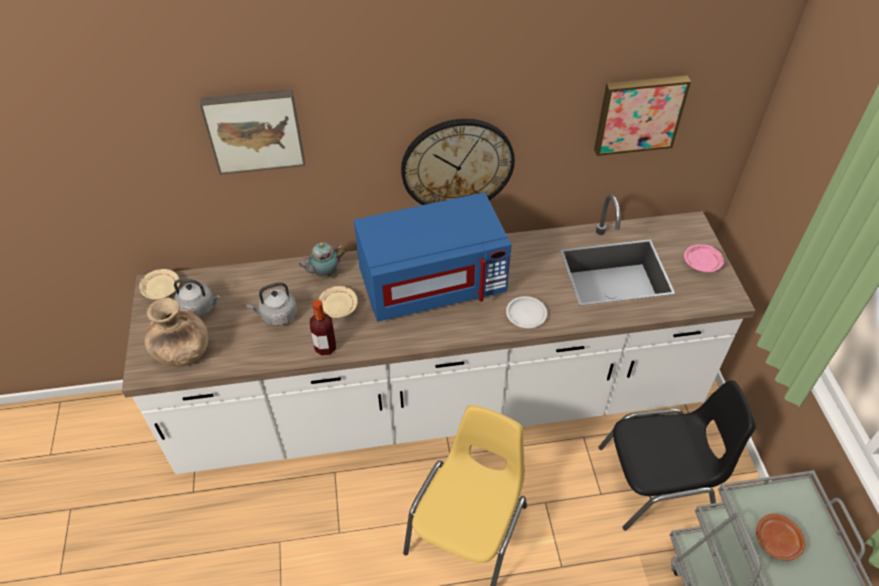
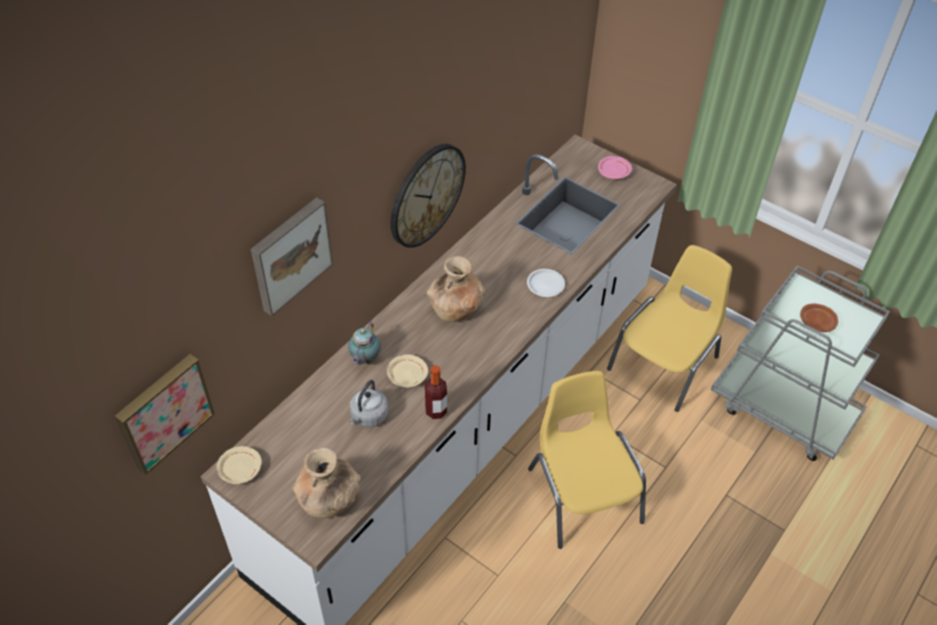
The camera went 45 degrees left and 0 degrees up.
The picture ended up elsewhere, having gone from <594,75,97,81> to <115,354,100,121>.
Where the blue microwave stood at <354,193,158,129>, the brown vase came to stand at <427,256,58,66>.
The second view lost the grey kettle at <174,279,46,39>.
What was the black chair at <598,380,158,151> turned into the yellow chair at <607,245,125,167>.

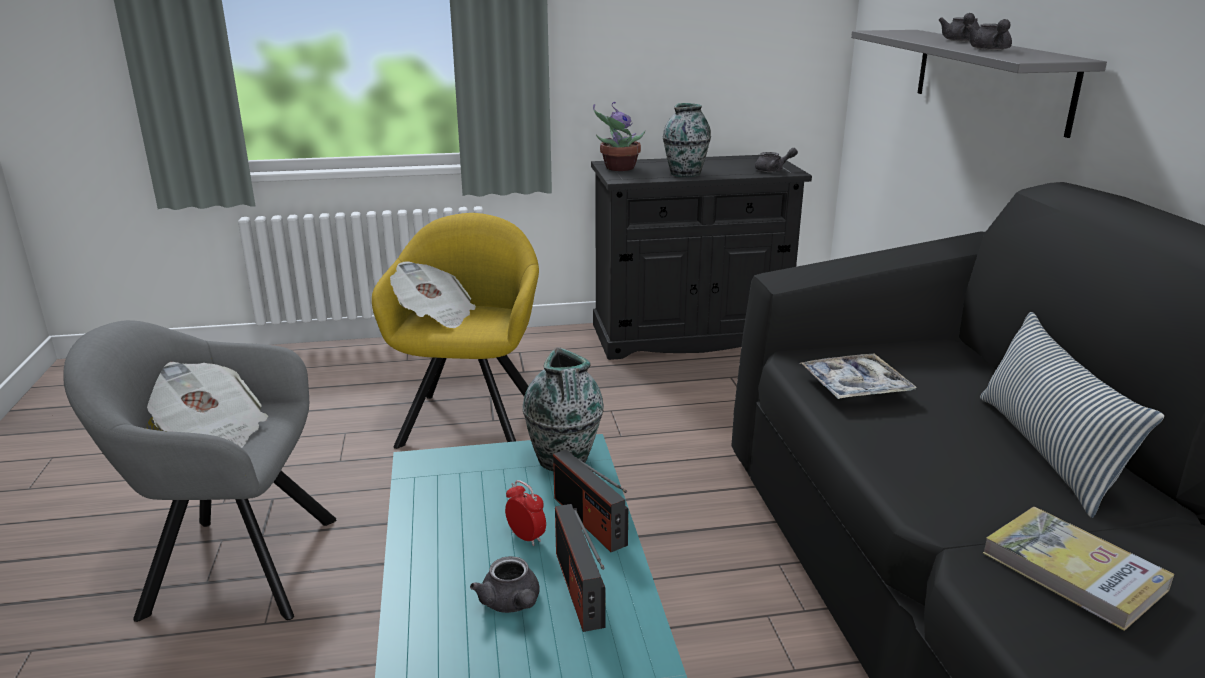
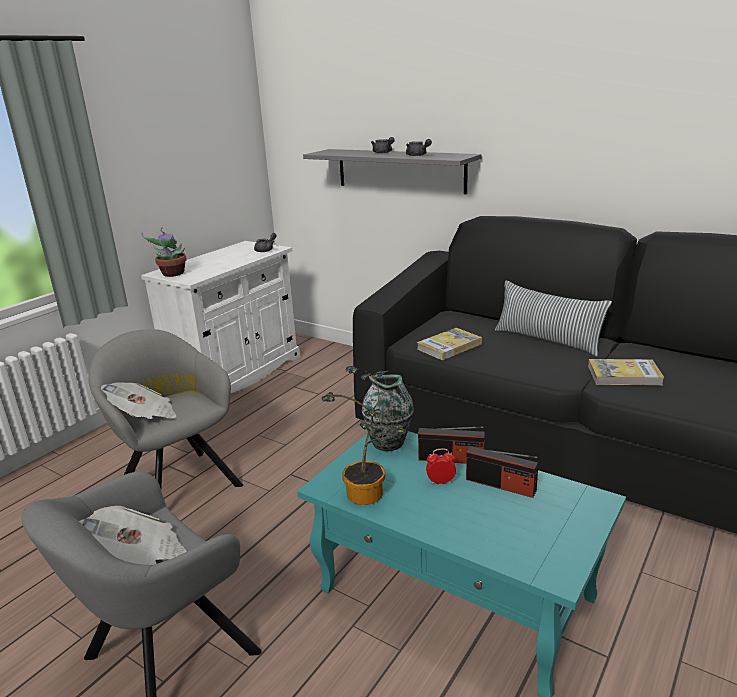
The camera went 45 degrees left and 0 degrees up.
The second view lost the vase at <663,103,48,74>.
What was the black cabinet at <591,155,221,205> turned into the white cabinet at <141,241,159,152>.
What was the yellow armchair at <372,213,167,236> turned into the grey armchair at <89,329,154,159>.
Where the tray stood at <800,354,117,45>, the book came to stand at <417,328,65,32>.
The second view lost the grey teapot at <470,556,70,57>.
The second view gained the potted plant at <322,366,84,139>.

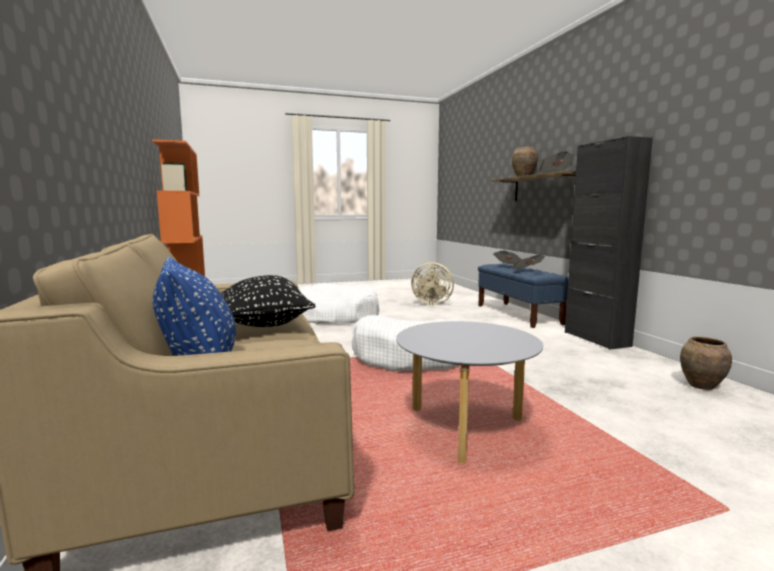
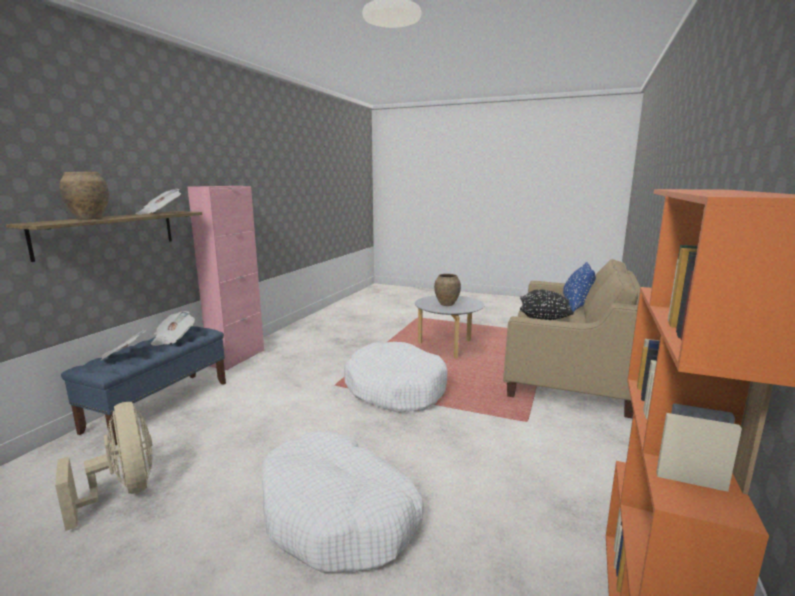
The camera went 140 degrees left and 5 degrees up.
What was the black cabinet at <565,136,88,214> turned into the pink cabinet at <187,186,77,184>.
The brown vase ended up elsewhere, having gone from <680,337,52,53> to <434,274,27,32>.

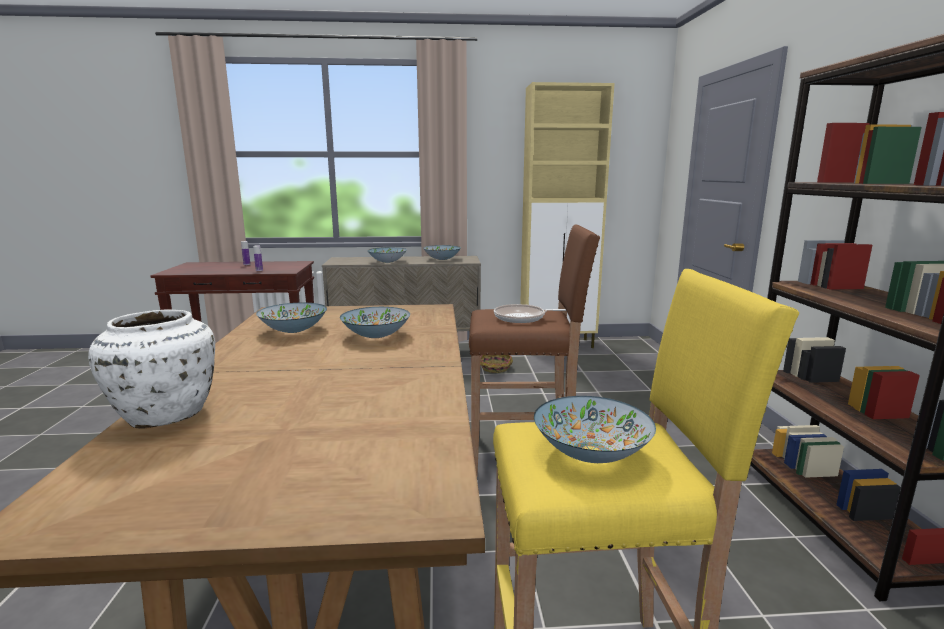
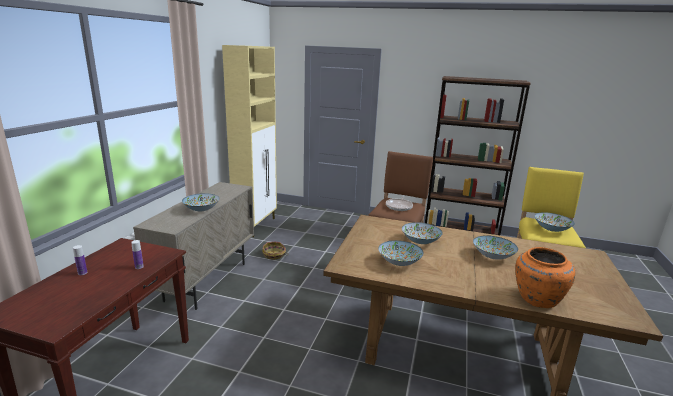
The camera went 70 degrees left and 5 degrees up.
The bowl ended up elsewhere, having gone from <423,245,38,15> to <473,235,45,25>.
What was the white vase at <88,309,127,120> turned into the orange vase at <515,247,60,61>.

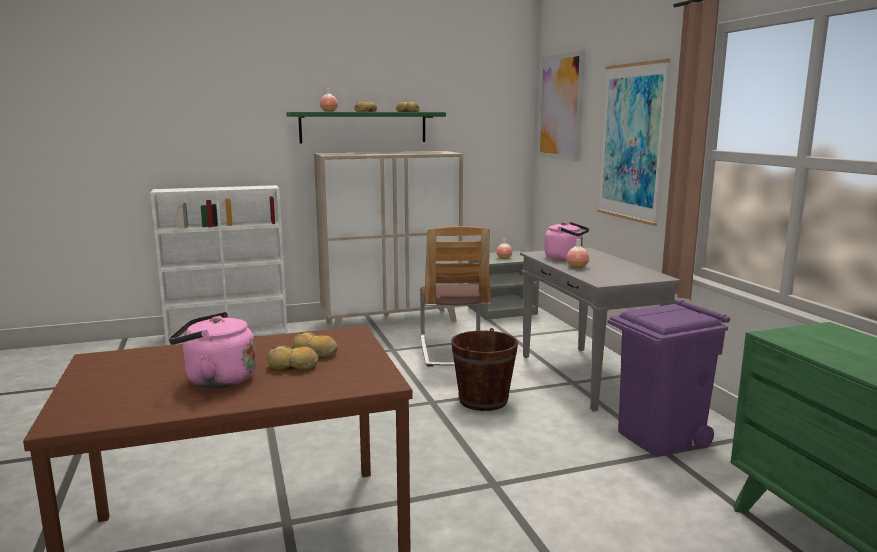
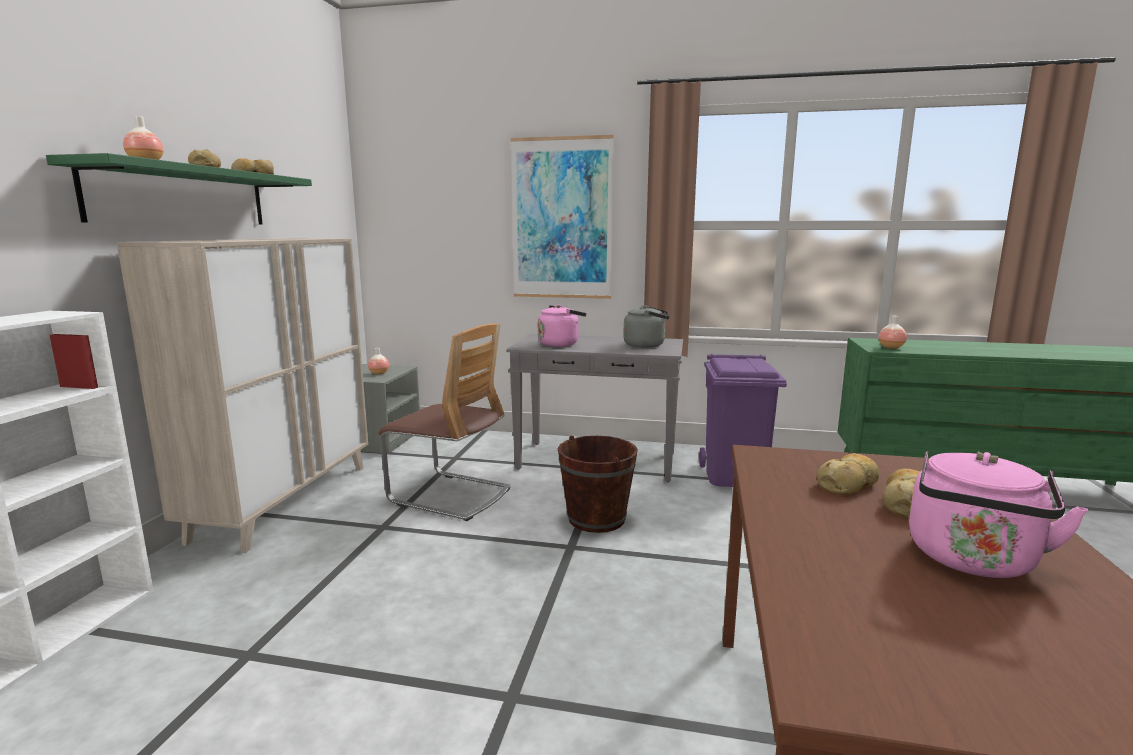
The camera went 60 degrees left and 0 degrees up.
The second view lost the picture at <538,50,47,111>.
The vase ended up elsewhere, having gone from <566,239,23,29> to <879,316,28,33>.
The second view gained the grey kettle at <623,305,46,43>.

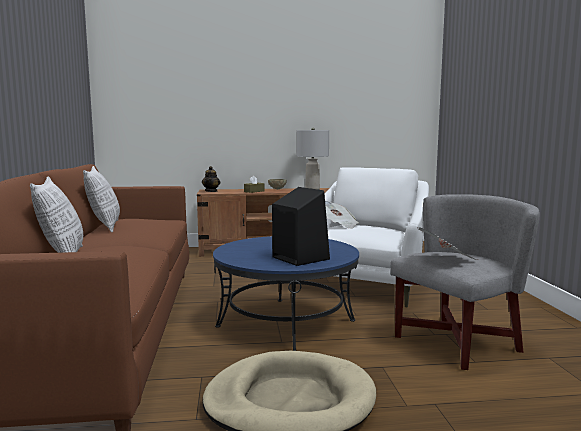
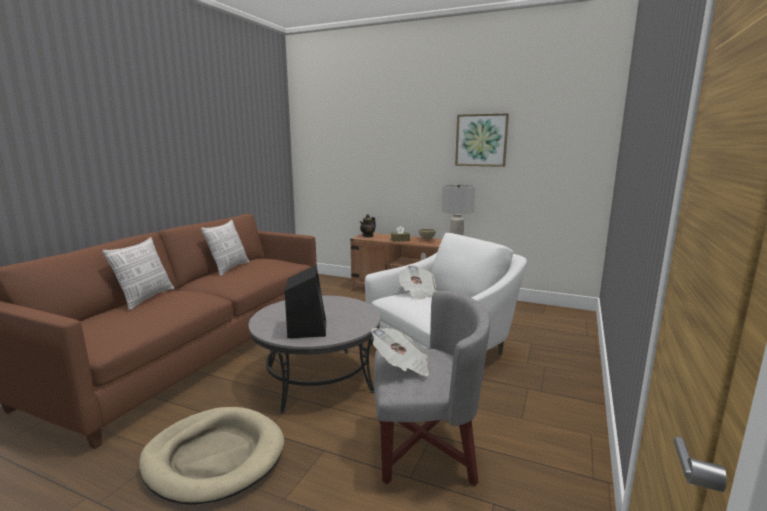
The camera went 30 degrees right and 5 degrees up.
What was the blue coffee table at <213,236,146,115> turned into the grey coffee table at <249,295,132,118>.
The second view gained the picture at <455,113,54,54>.

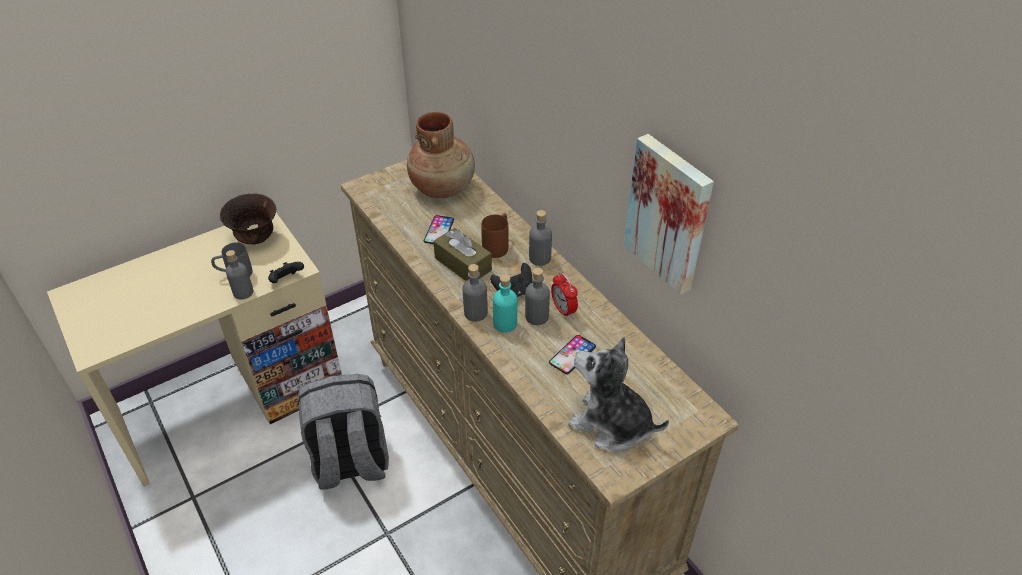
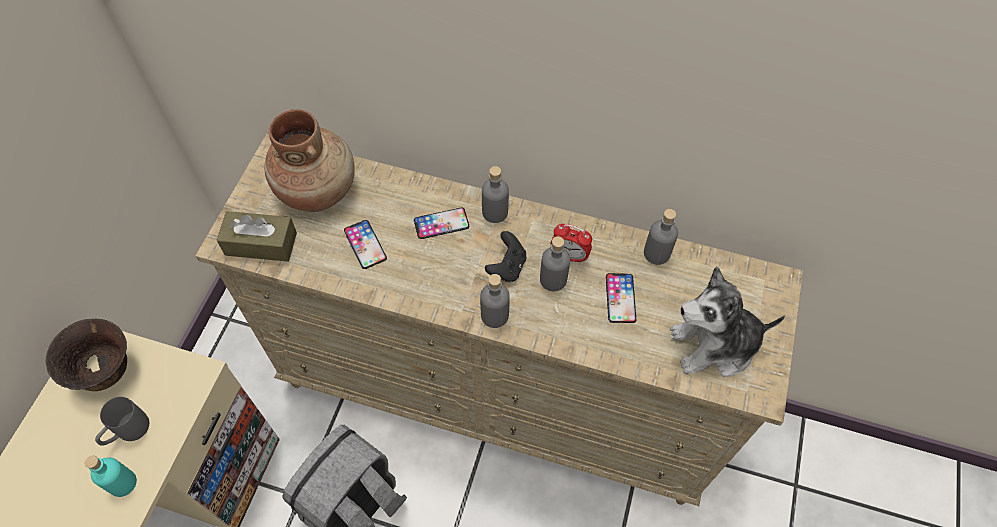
The camera went 40 degrees left and 15 degrees up.
The second view lost the picture at <624,134,90,161>.
Where the brown mug stood at <481,213,28,45>, the phone came to stand at <414,208,55,31>.
The brown tissue box ended up elsewhere, having gone from <433,228,59,53> to <216,211,81,51>.
The grey bottle ended up elsewhere, having gone from <226,250,27,49> to <644,209,34,56>.
The second view lost the black game controller at <268,262,36,21>.
The turquoise bottle ended up elsewhere, having gone from <493,274,24,59> to <85,455,52,42>.

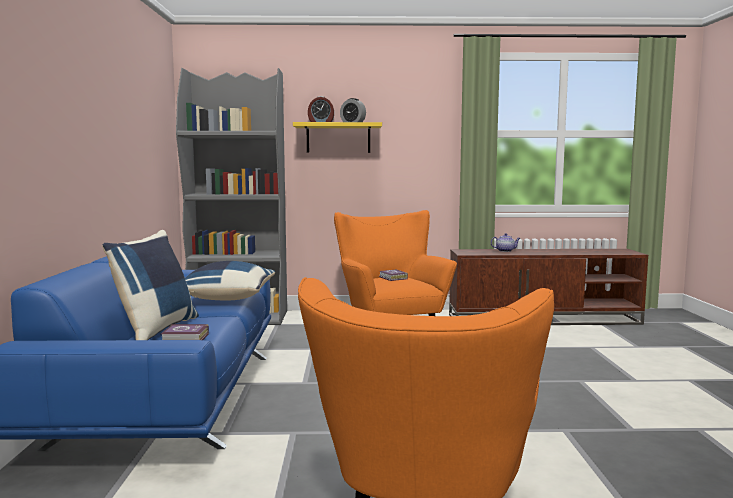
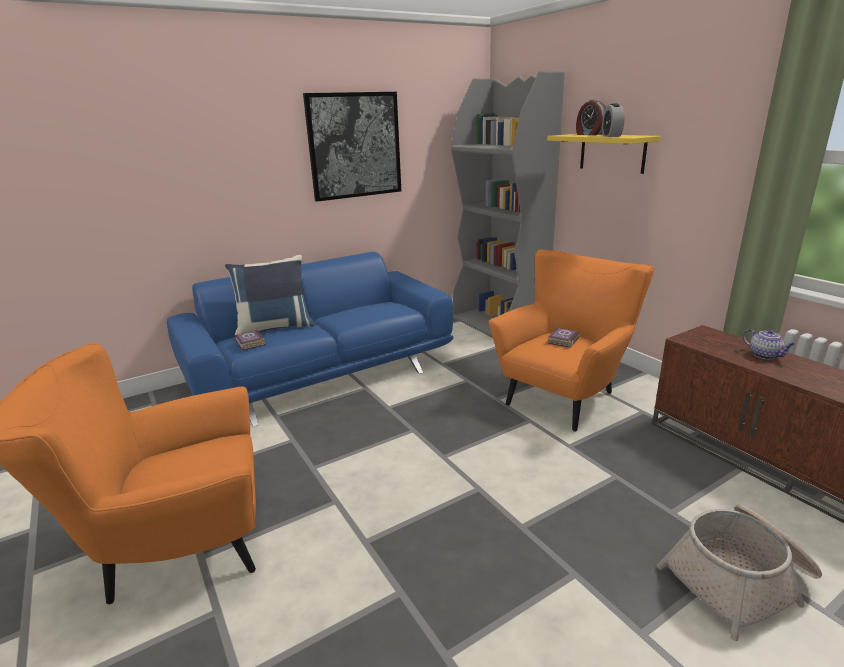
The camera went 60 degrees right and 15 degrees up.
The second view lost the blue pillow at <185,261,90,39>.
The second view gained the picture at <303,92,98,110>.
The second view gained the basket at <657,505,165,136>.

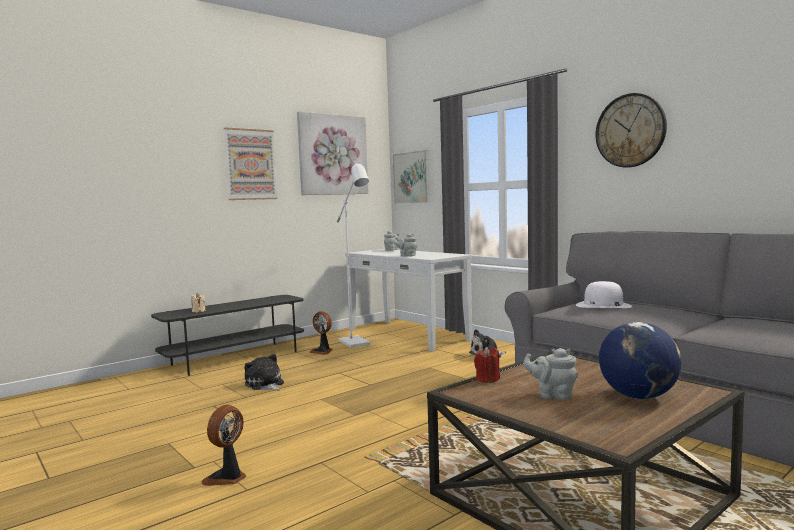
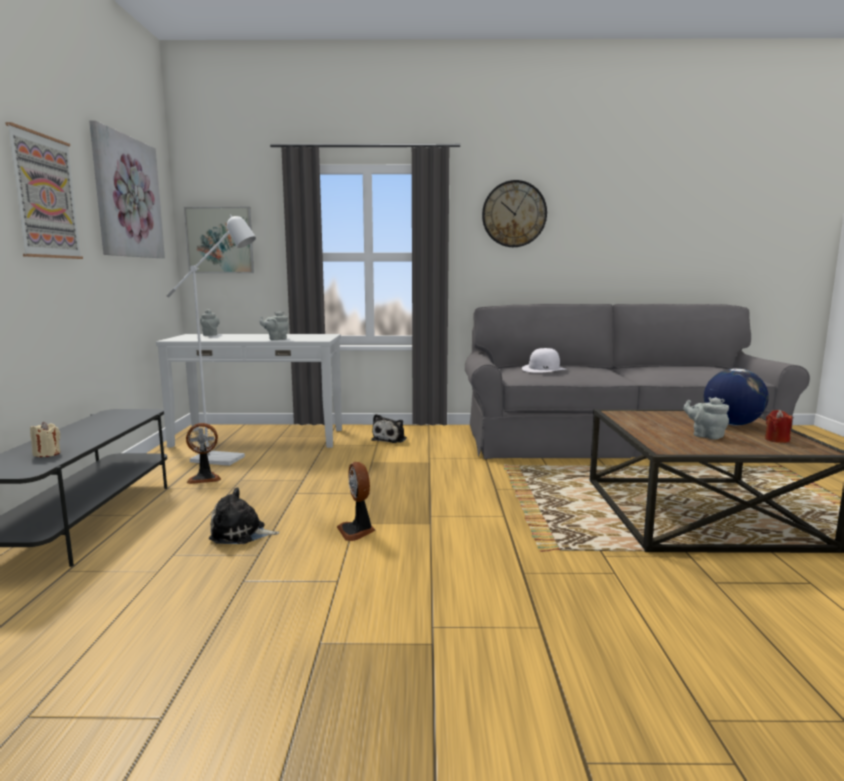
The camera went 50 degrees left and 5 degrees up.
The red candle ended up elsewhere, having gone from <474,347,26,36> to <765,410,27,33>.
The grey teapot at <523,348,55,52> ended up facing another way, 75 degrees clockwise from before.
The fan ended up elsewhere, having gone from <201,405,45,81> to <337,462,38,79>.

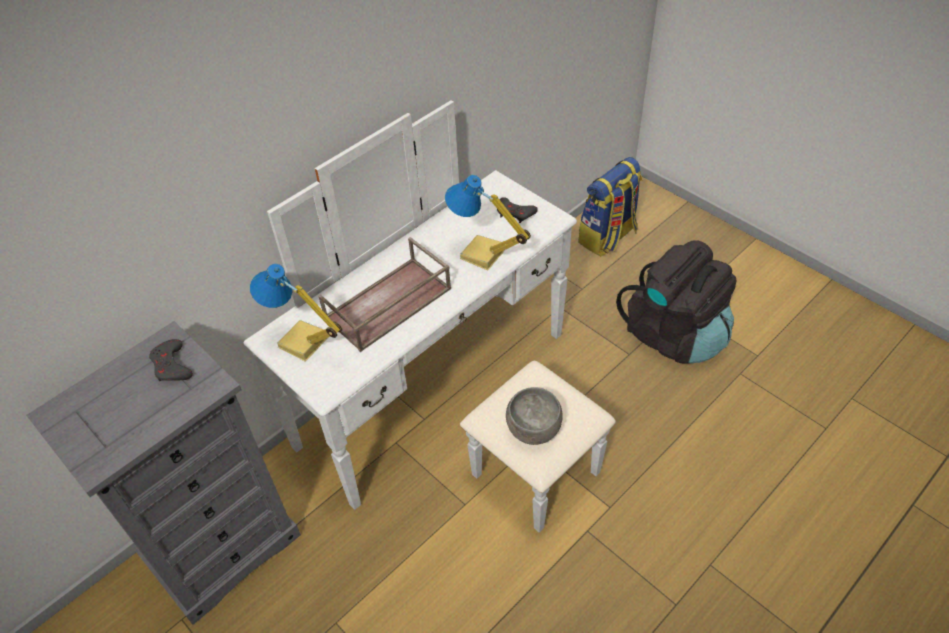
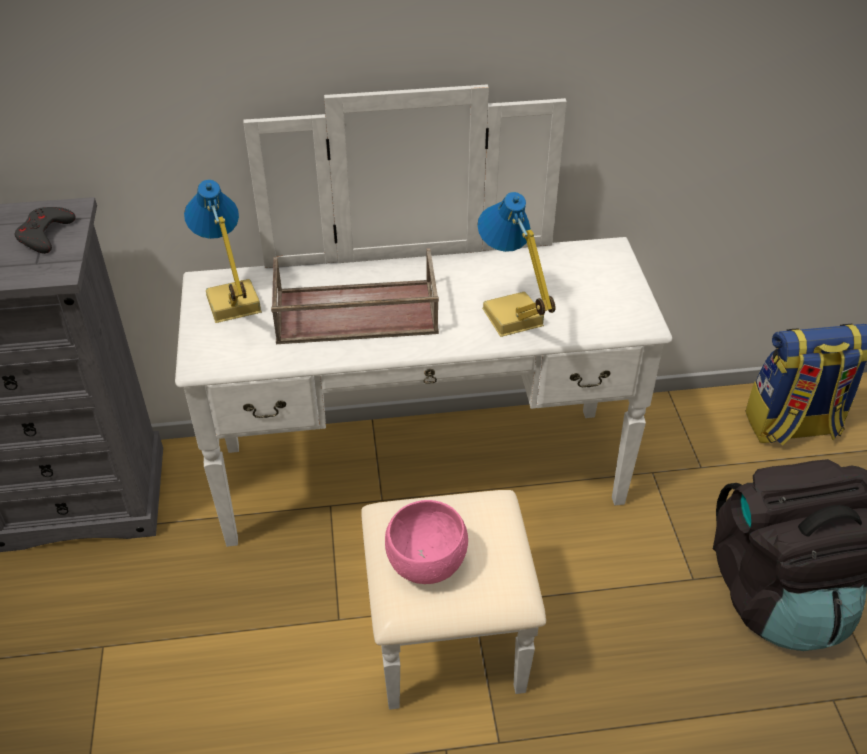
The camera went 35 degrees right and 5 degrees down.
The second view lost the grey game controller at <497,197,41,26>.
What was the grey bowl at <506,387,57,58> turned into the pink bowl at <385,500,83,84>.

